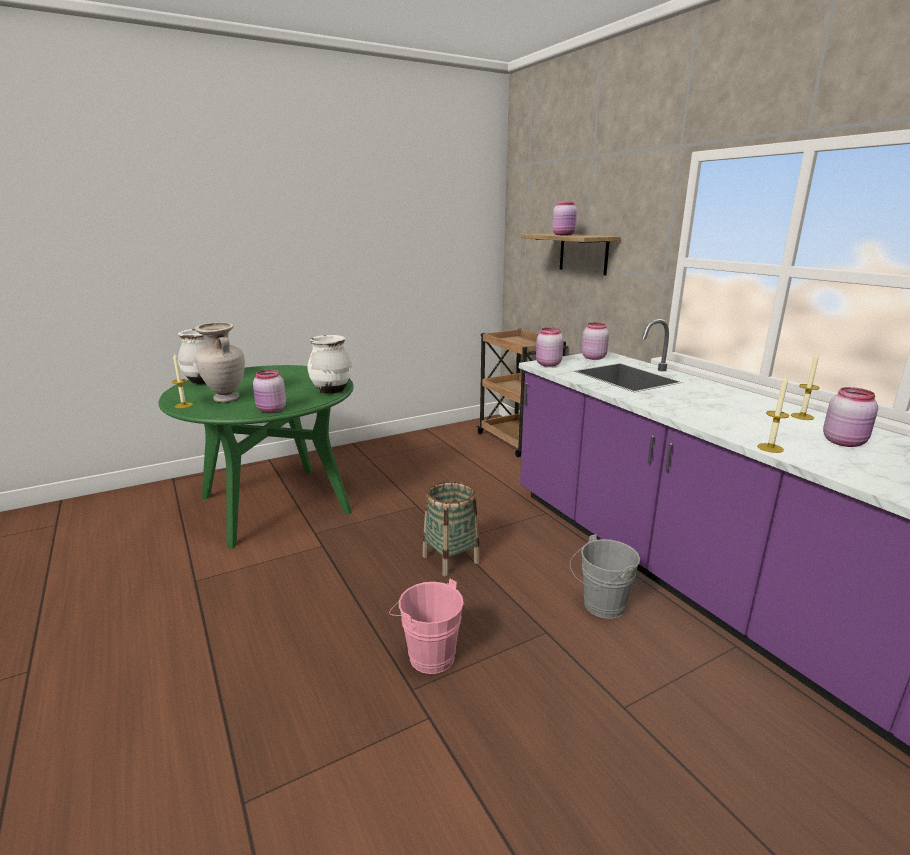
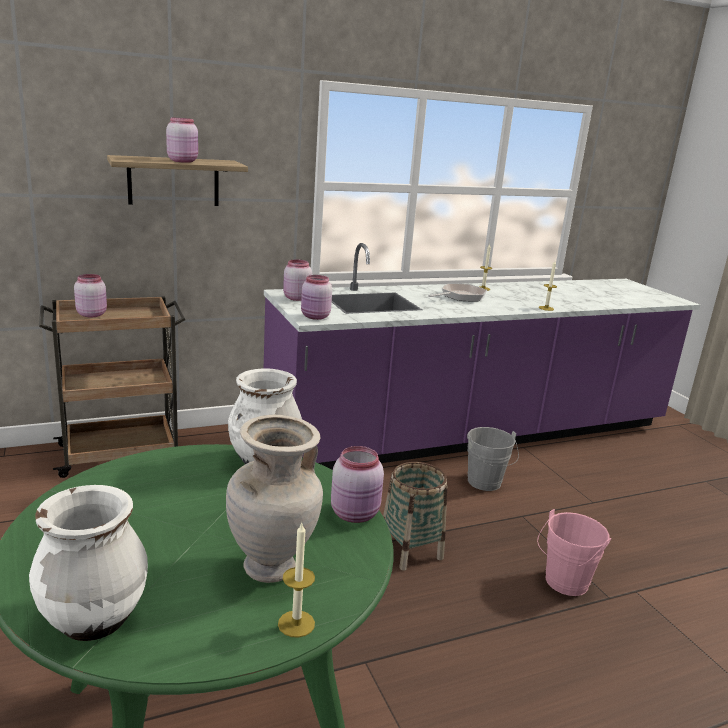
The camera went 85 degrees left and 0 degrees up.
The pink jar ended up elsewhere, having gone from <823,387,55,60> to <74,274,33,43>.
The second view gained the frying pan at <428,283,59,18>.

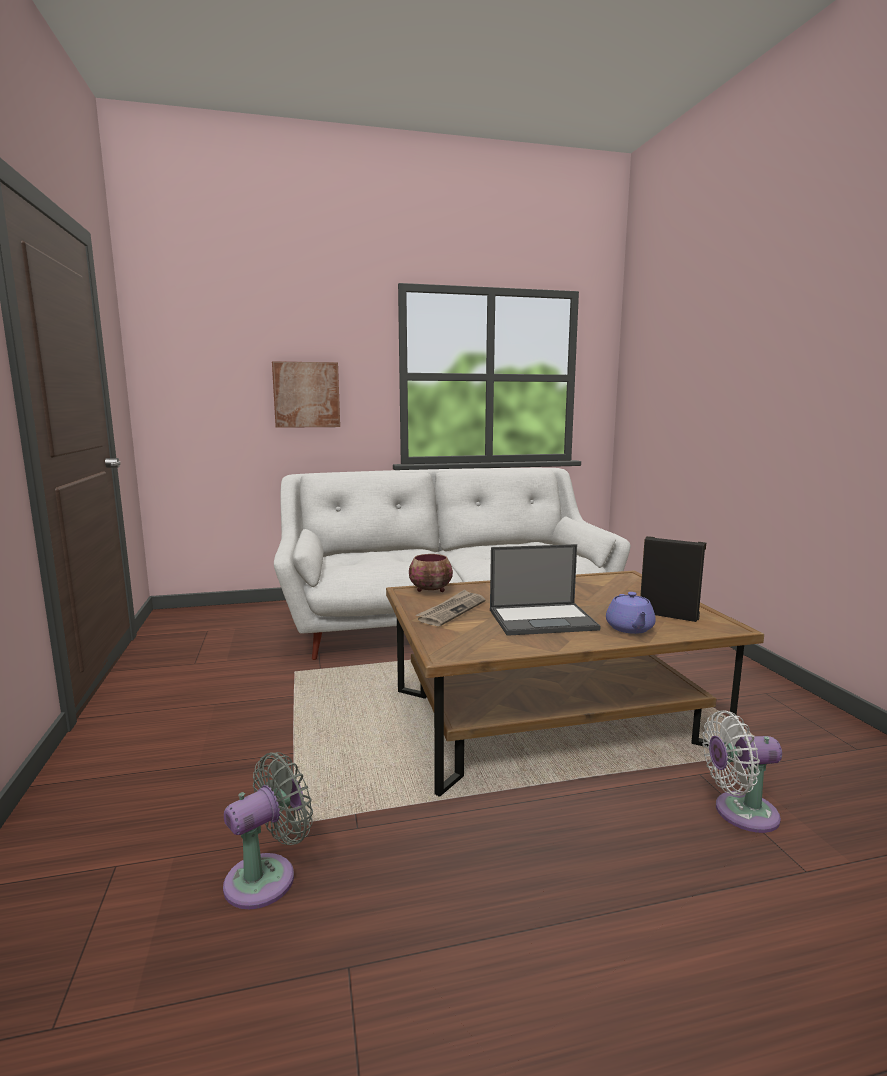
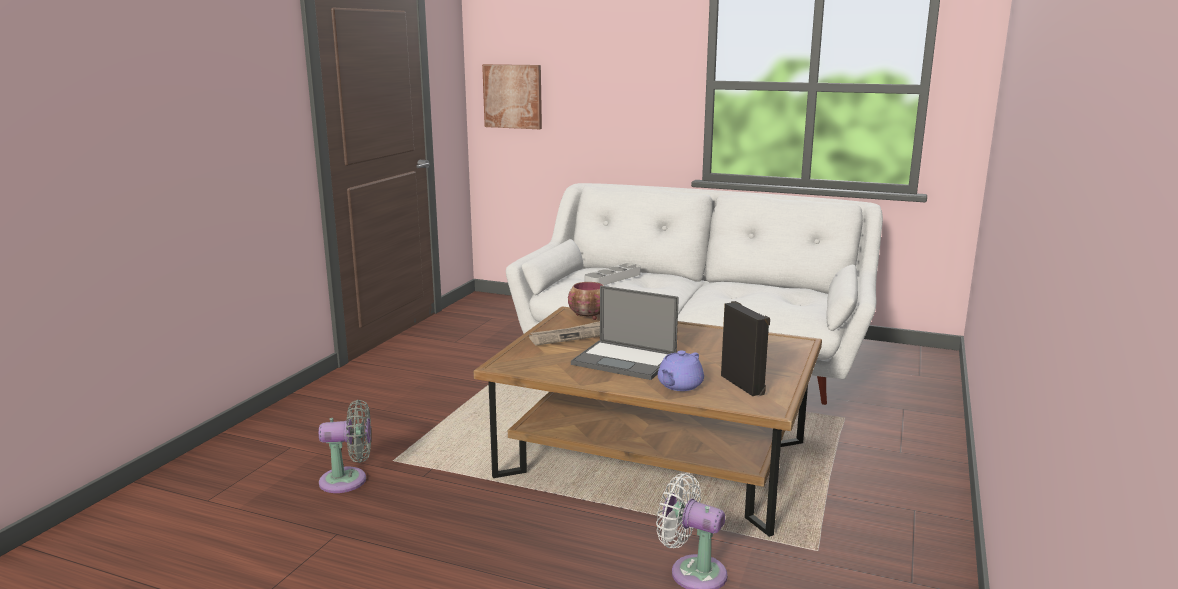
The camera went 35 degrees right and 5 degrees up.
The picture ended up elsewhere, having gone from <272,361,68,67> to <482,64,60,65>.
The second view gained the grey tray at <585,263,56,22>.

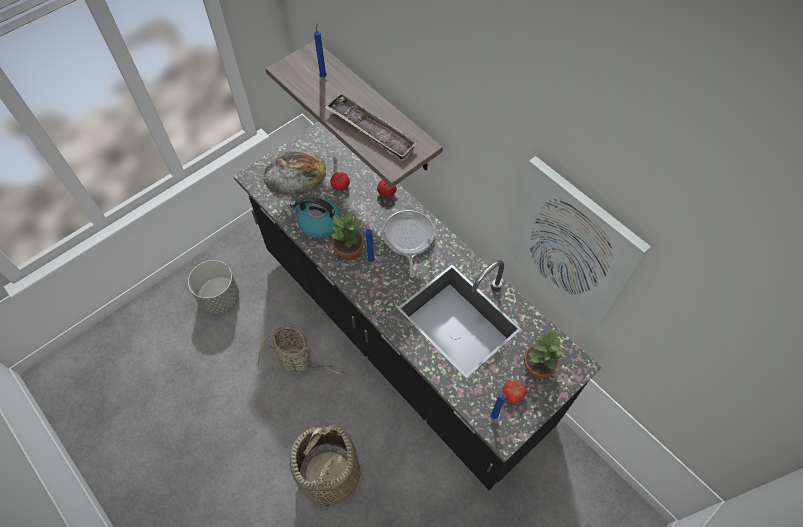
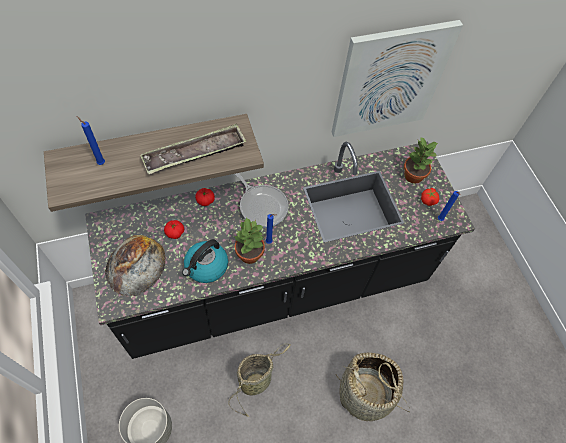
The camera went 70 degrees left and 0 degrees up.
The frying pan at <382,210,53,68> ended up facing another way, 150 degrees counterclockwise from before.

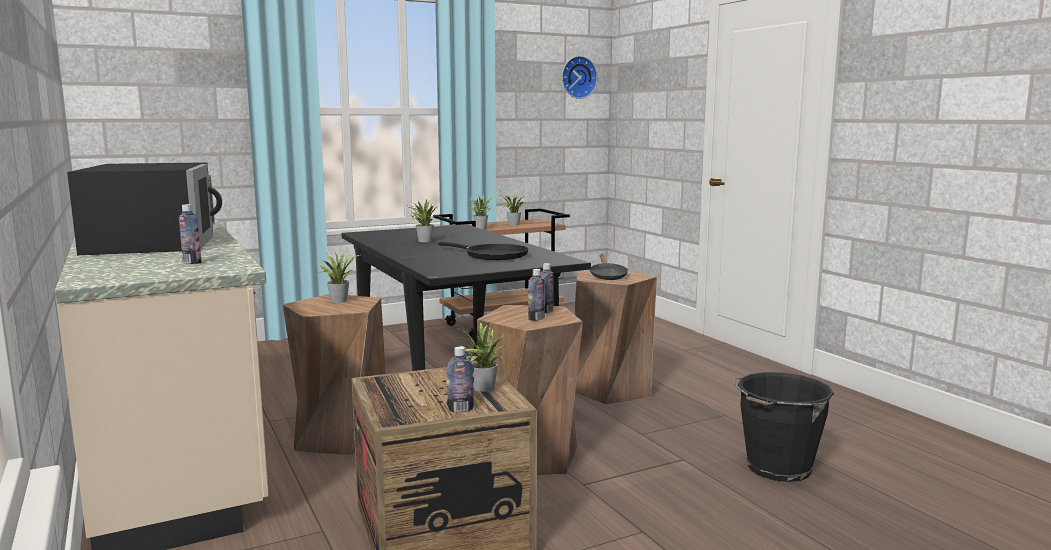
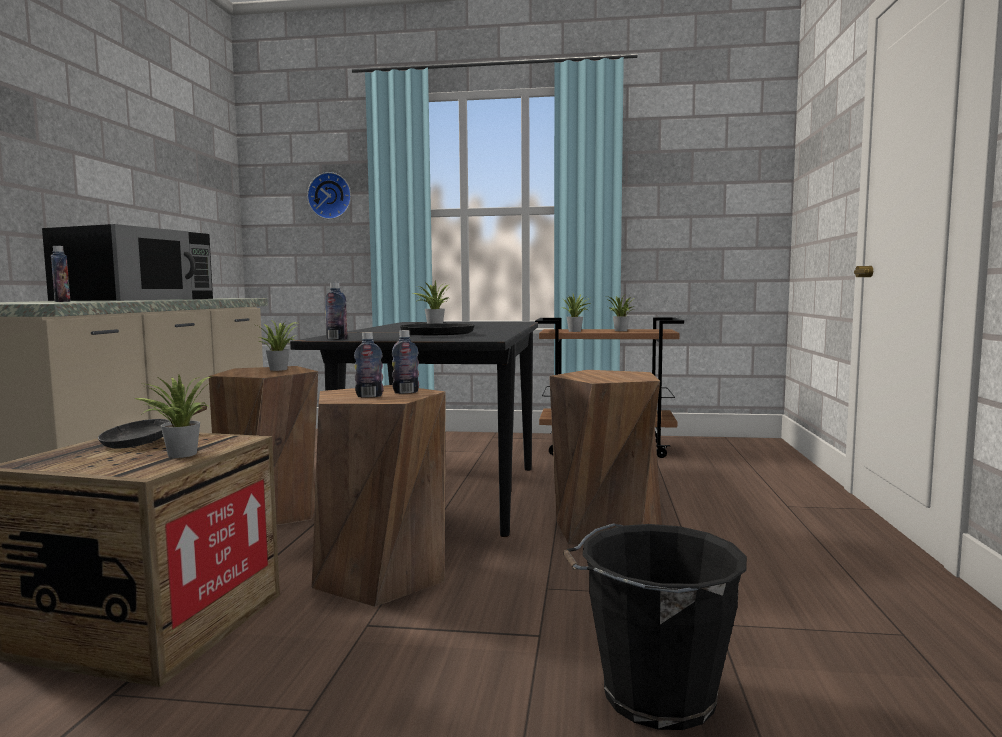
The camera went 35 degrees right and 5 degrees down.
The wall clock ended up elsewhere, having gone from <562,56,36,43> to <307,172,44,47>.
The black frying pan ended up elsewhere, having gone from <590,254,38,26> to <98,406,109,43>.
The bottle ended up elsewhere, having gone from <446,346,29,66> to <325,283,22,57>.

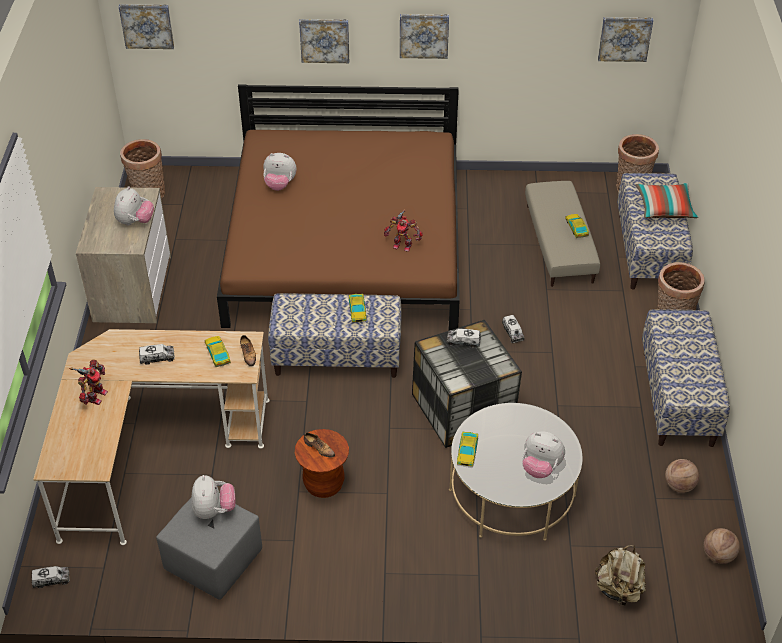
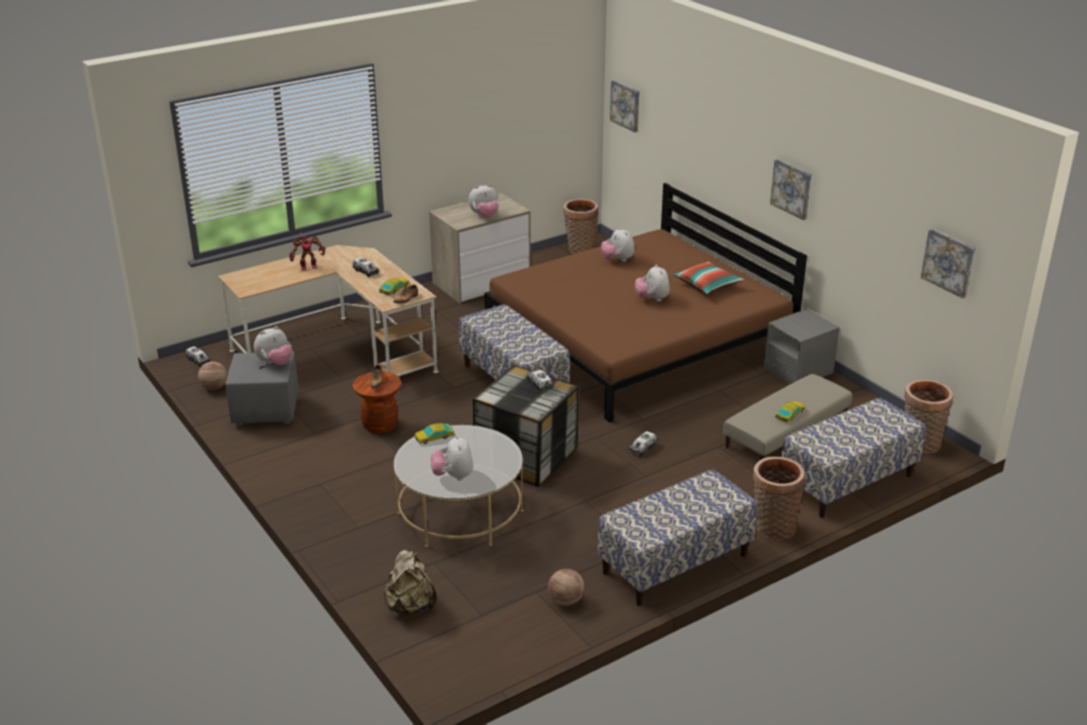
The camera went 55 degrees right and 15 degrees down.
The second view lost the picture at <299,19,50,44>.
The pillow ended up elsewhere, having gone from <636,183,62,35> to <673,262,71,32>.
The second view lost the toy robot at <384,209,39,43>.
The second view lost the toy car at <349,294,18,28>.
The basketball ended up elsewhere, having gone from <704,528,36,36> to <198,362,29,28>.
The second view gained the plush toy at <635,264,35,37>.
The second view gained the grey nightstand at <764,309,76,75>.

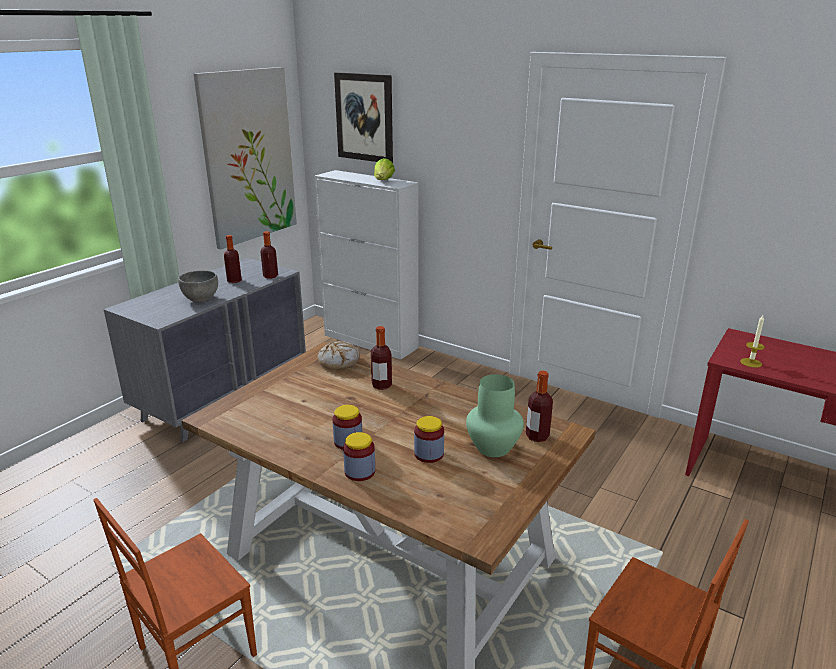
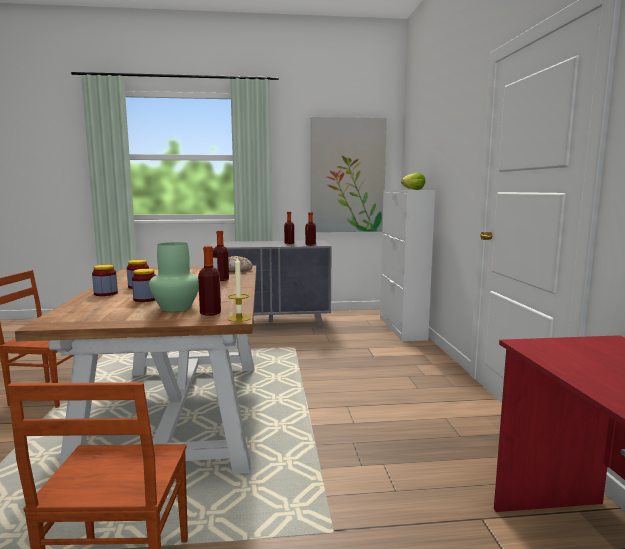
The camera went 50 degrees right and 15 degrees down.
The second view lost the picture at <334,72,59,91>.
The second view lost the grey bowl at <178,271,40,31>.
The candle ended up elsewhere, having gone from <741,315,24,53> to <227,256,24,66>.

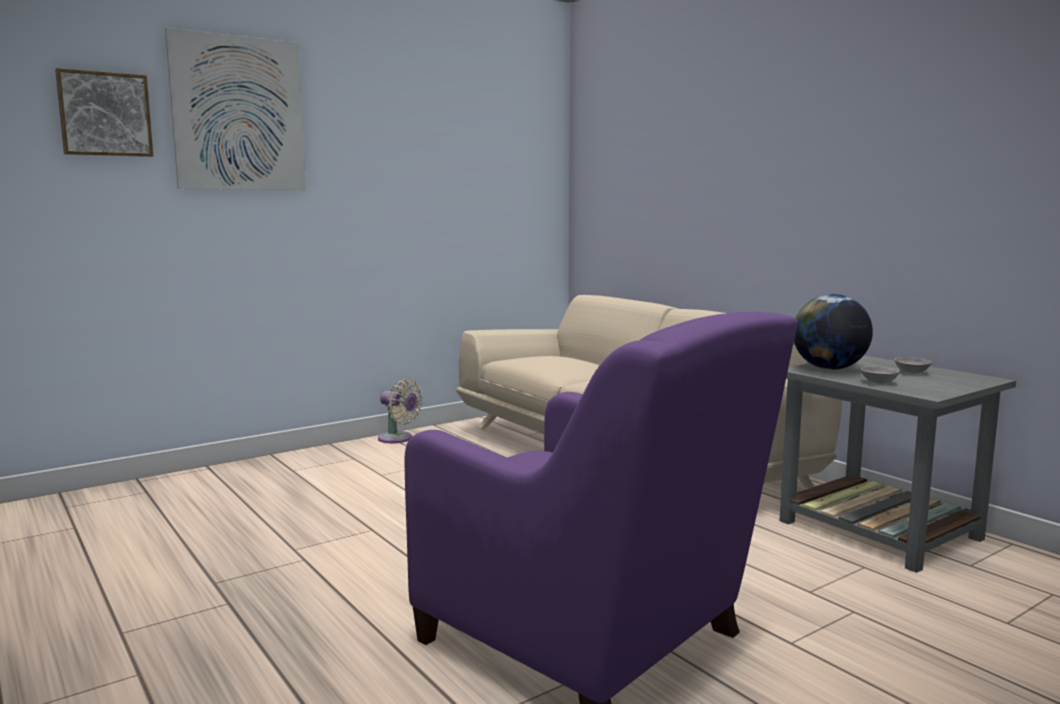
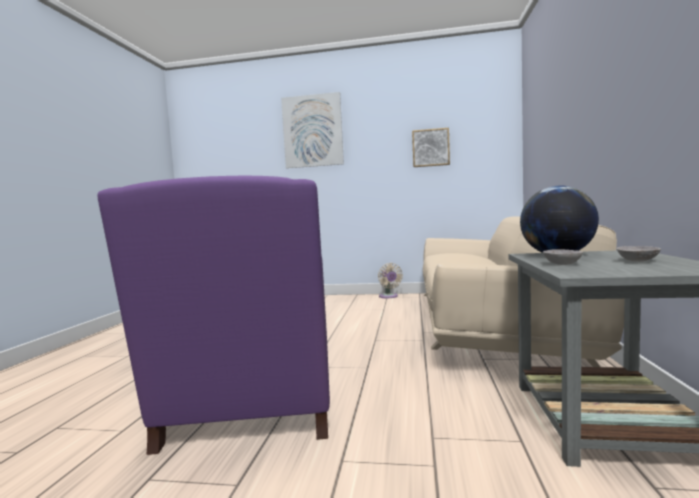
The camera went 45 degrees right and 5 degrees down.
The picture ended up elsewhere, having gone from <55,68,98,89> to <412,128,38,39>.

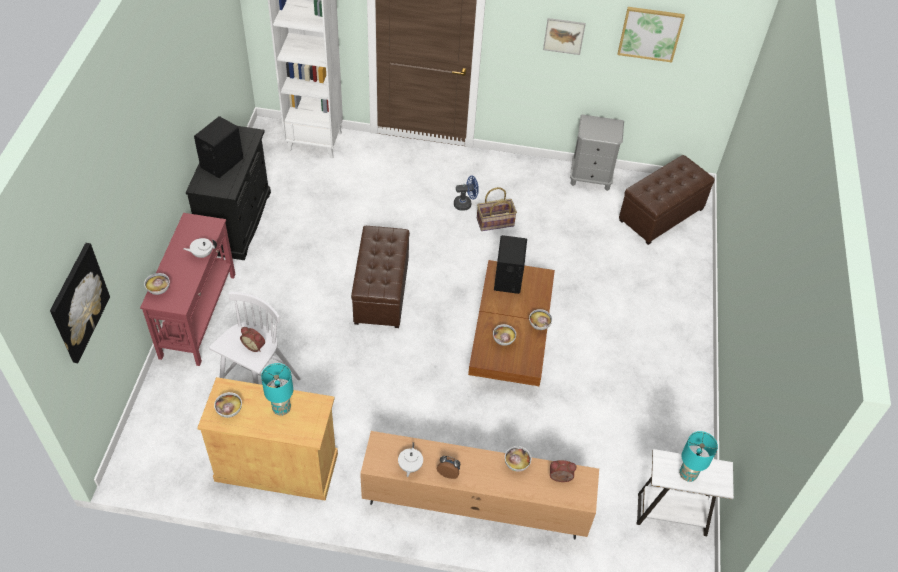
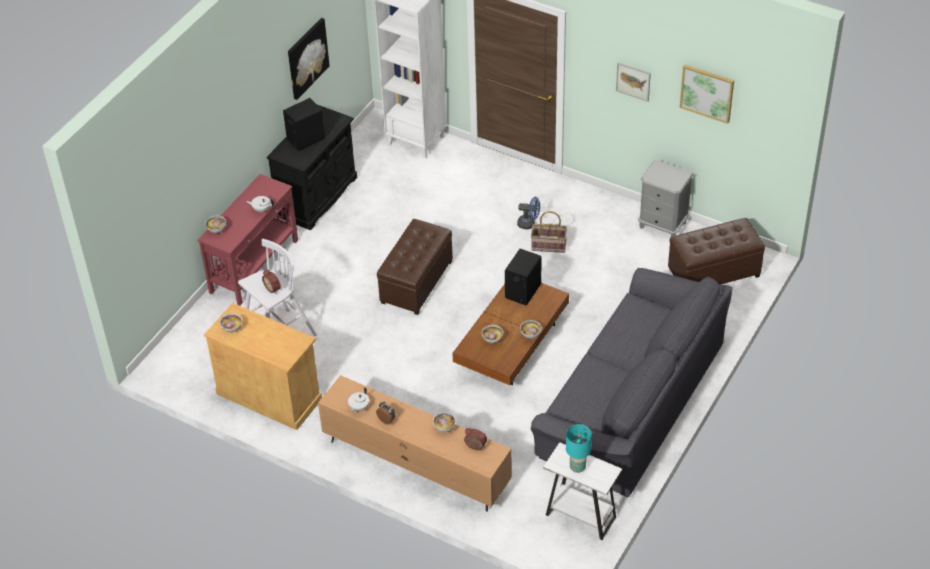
The camera went 25 degrees right and 5 degrees down.
The picture ended up elsewhere, having gone from <50,243,60,120> to <288,18,42,82>.
The second view lost the turquoise table lamp at <261,363,32,53>.
The second view gained the grey sofa at <531,268,201,229>.

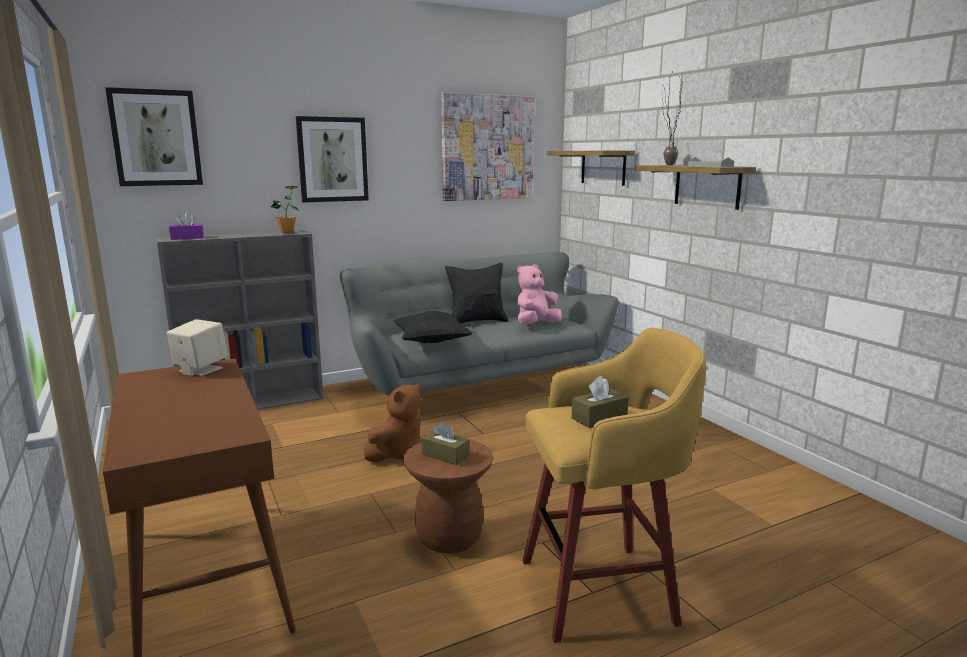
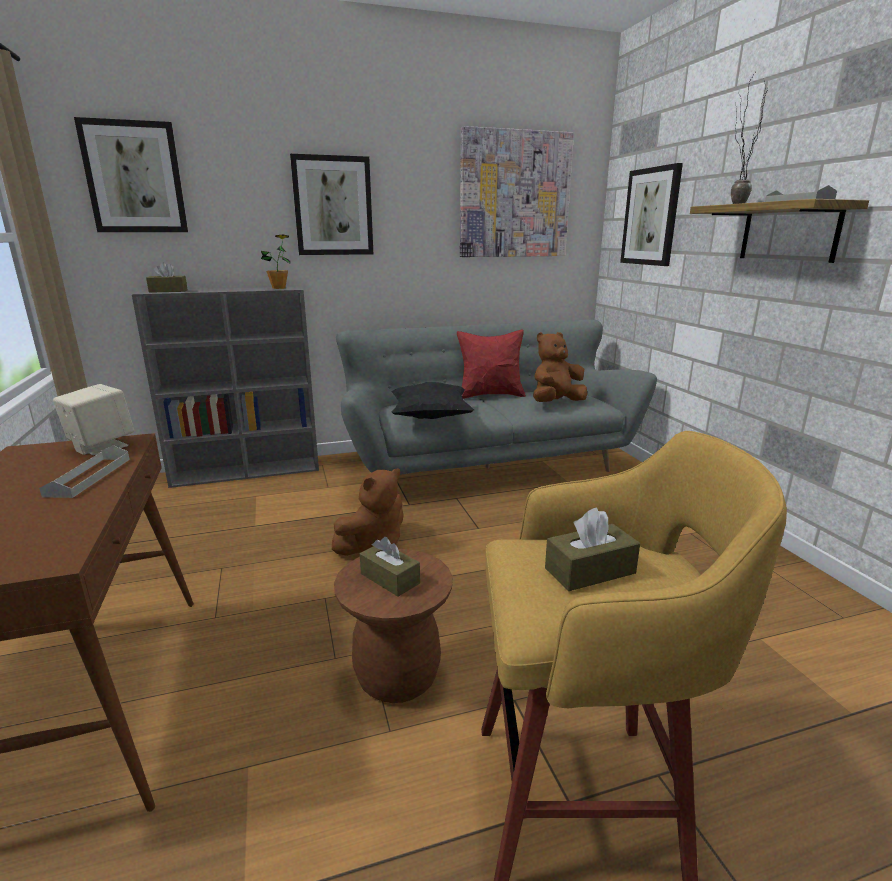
The camera went 10 degrees right and 5 degrees up.
Where the shelf hung at <547,151,88,35>, the picture came to hang at <620,163,63,103>.
What was the purple tissue box at <169,212,35,28> turned into the brown tissue box at <146,262,42,31>.
What was the black pillow at <445,263,63,61> turned into the red pillow at <457,329,69,70>.
What was the pink plush toy at <517,264,45,61> turned into the brown plush toy at <533,332,54,70>.
The second view gained the grey tray at <39,445,91,53>.

